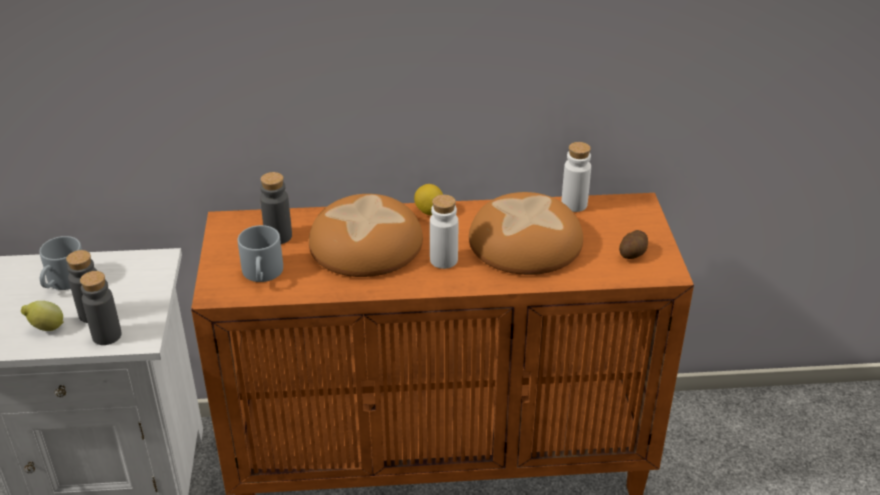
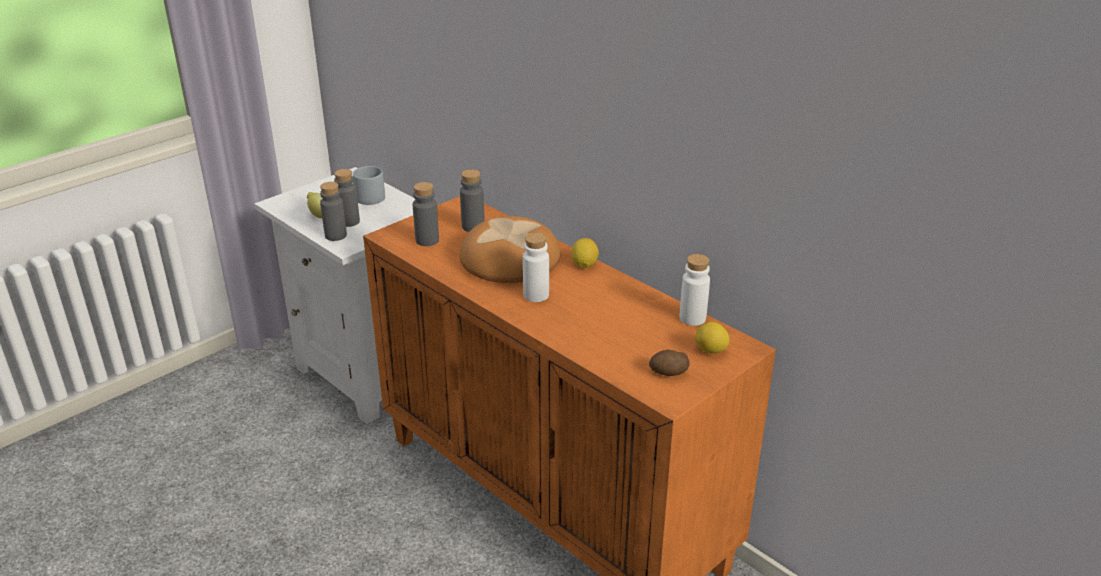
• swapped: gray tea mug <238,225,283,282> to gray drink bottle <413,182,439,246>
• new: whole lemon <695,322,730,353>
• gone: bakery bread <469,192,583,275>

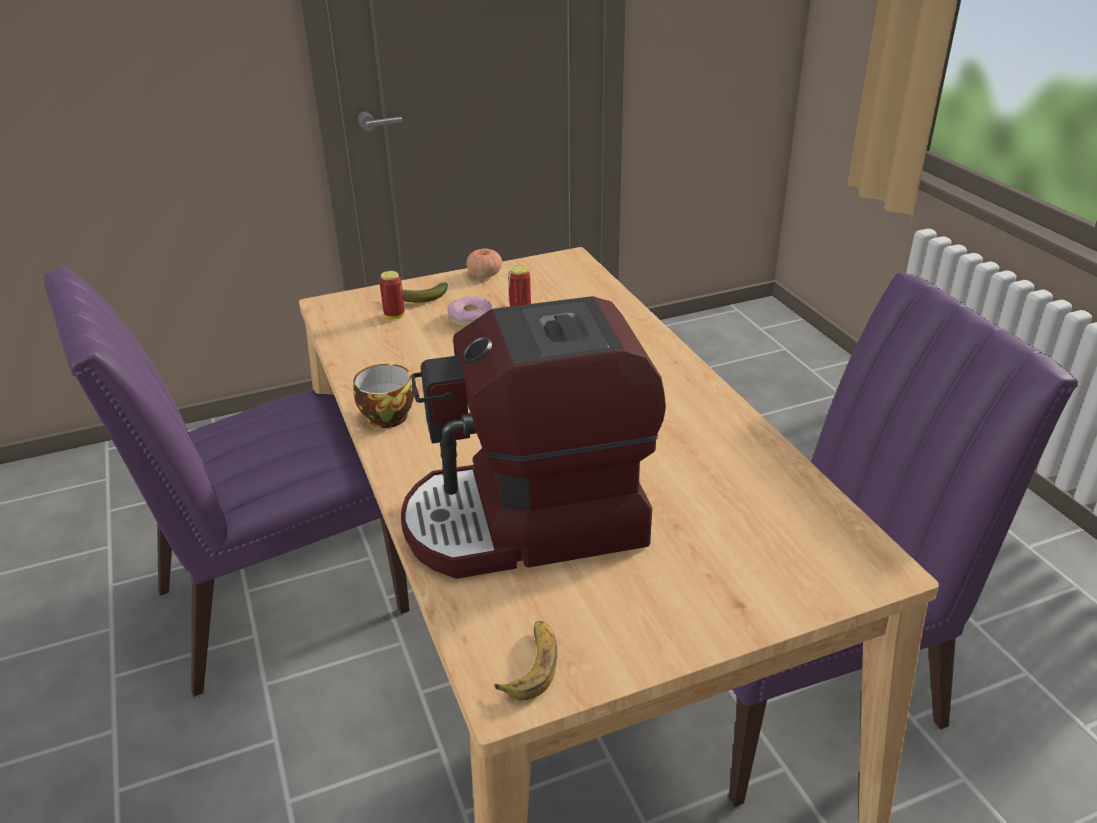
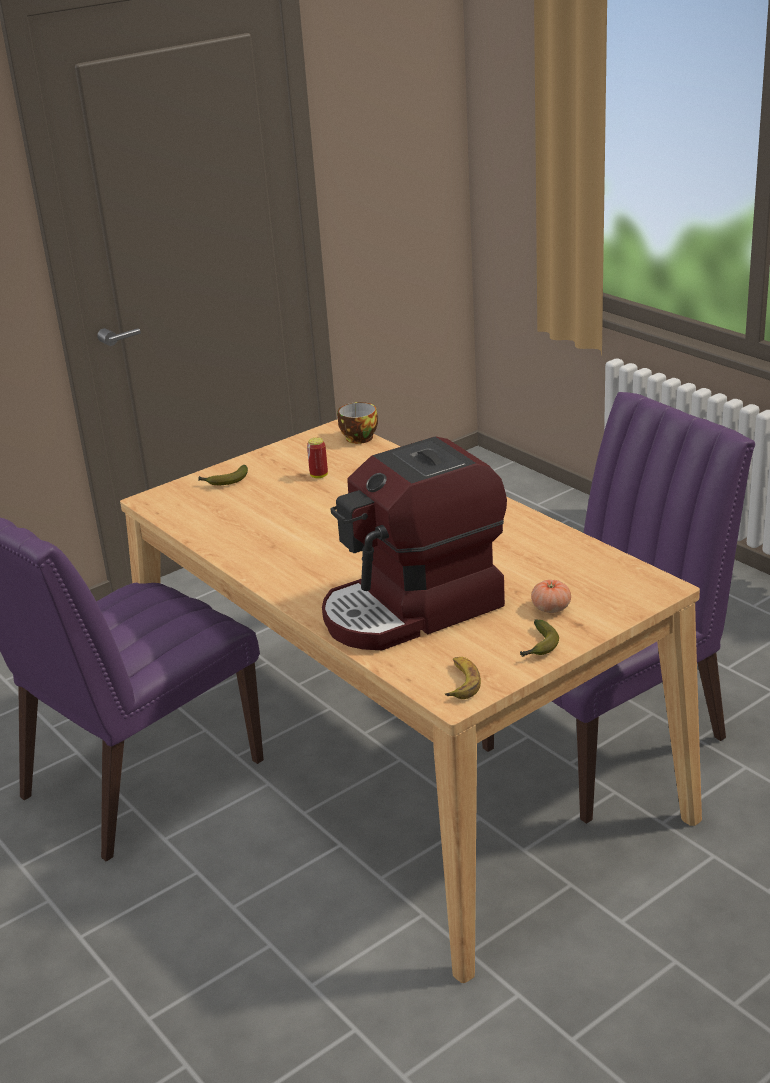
• shifted: drinking cup <353,364,414,428> to <337,402,378,444>
• new: banana <520,619,559,657>
• shifted: tomato <466,249,502,278> to <531,580,571,613>
• gone: sealed can <379,271,405,319>
• gone: donut <447,296,493,327>

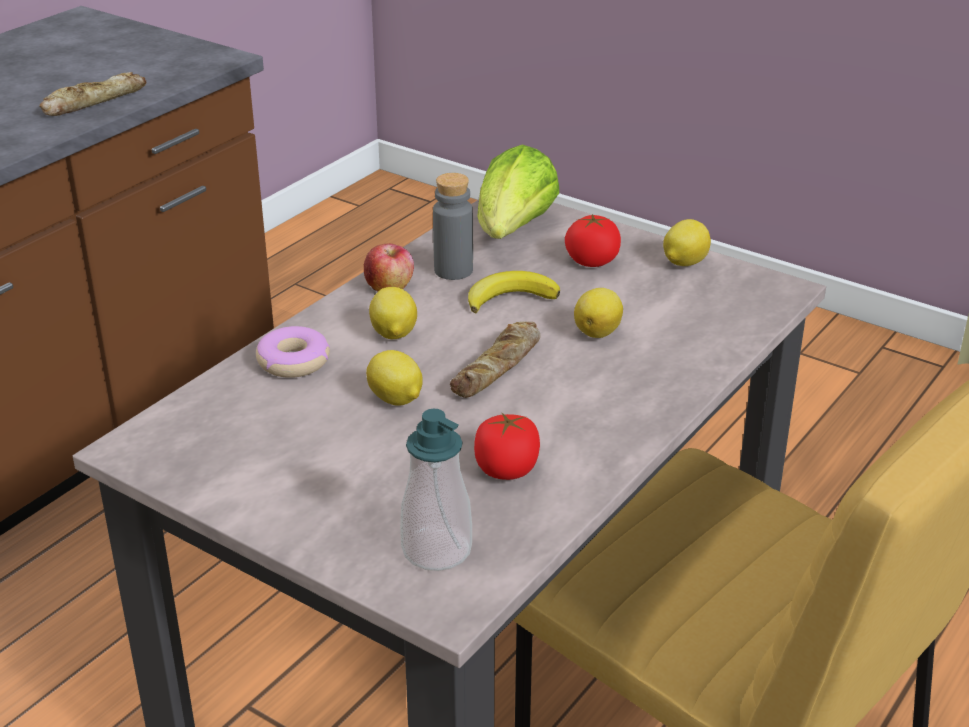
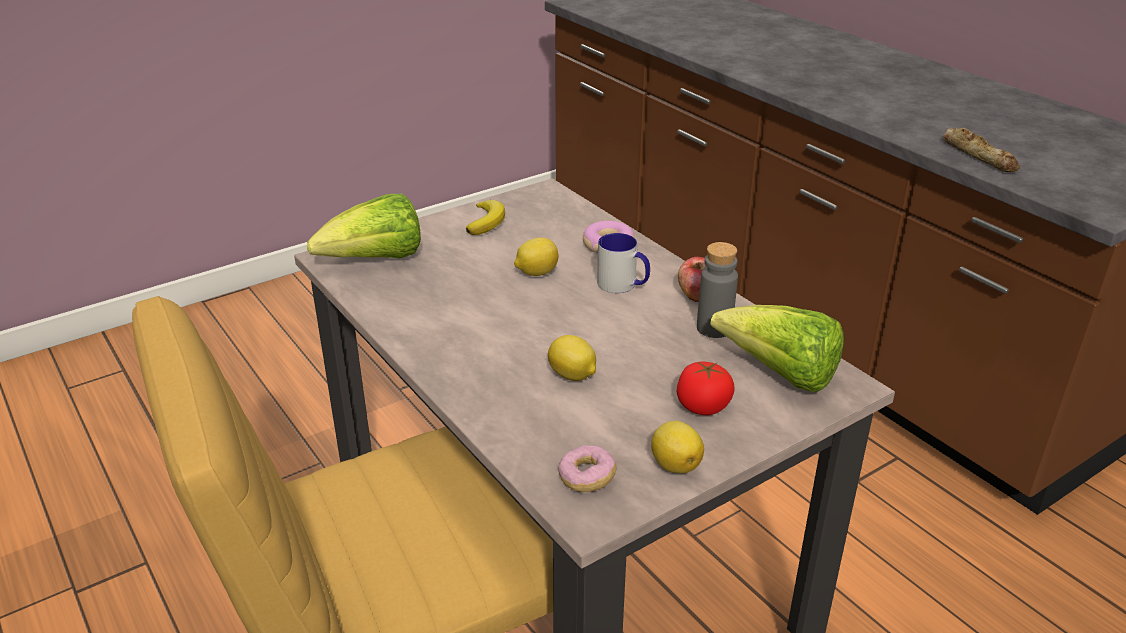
• swapped: soap dispenser <400,409,472,571> to head of lettuce <307,194,421,258>
• shifted: banana <468,271,560,314> to <466,200,505,235>
• new: donut <558,445,617,492>
• swapped: whole lemon <369,287,417,339> to tea mug <597,233,650,293>
• gone: bakery bread <450,321,540,398>
• gone: tomato <474,412,540,480>

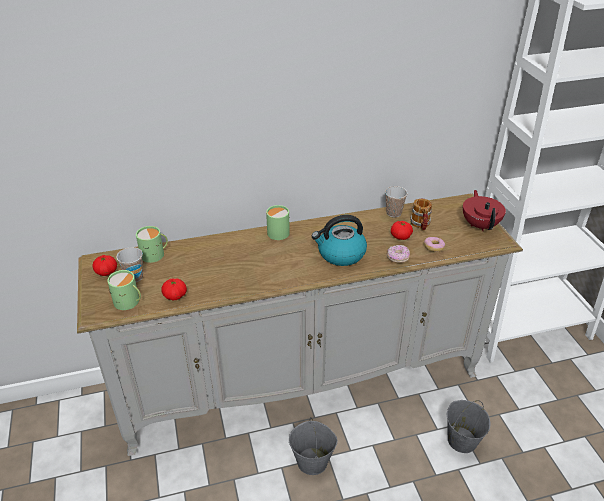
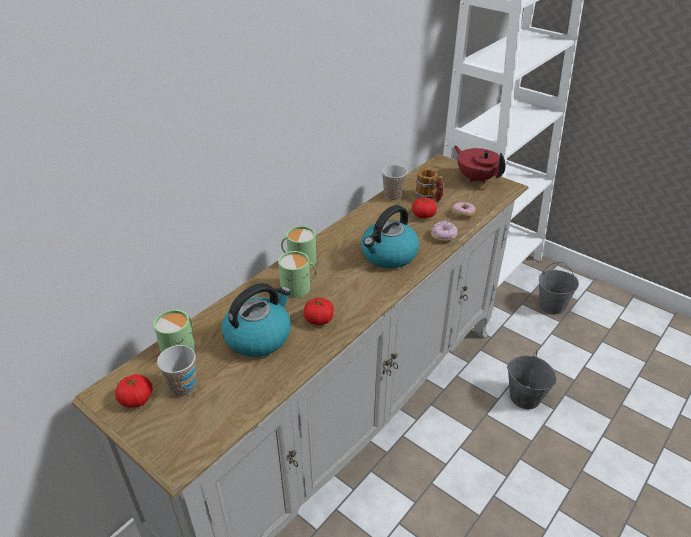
• new: water kettle <222,283,291,357>
• shifted: green-coloured tea mug <107,270,141,310> to <278,251,317,298>
• shifted: tomato <161,279,187,301> to <304,298,334,325>
• shifted: gray pail <289,417,338,475> to <539,262,579,314>

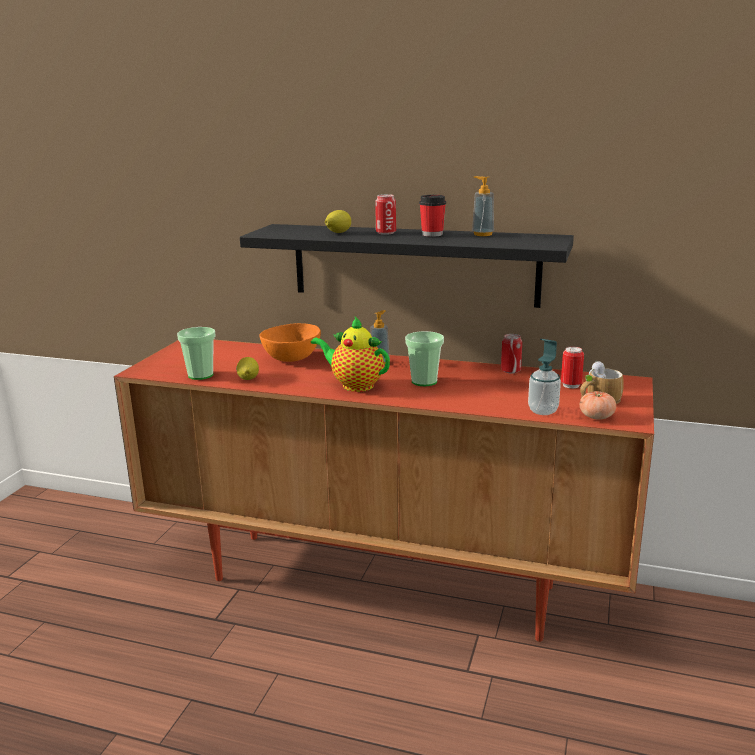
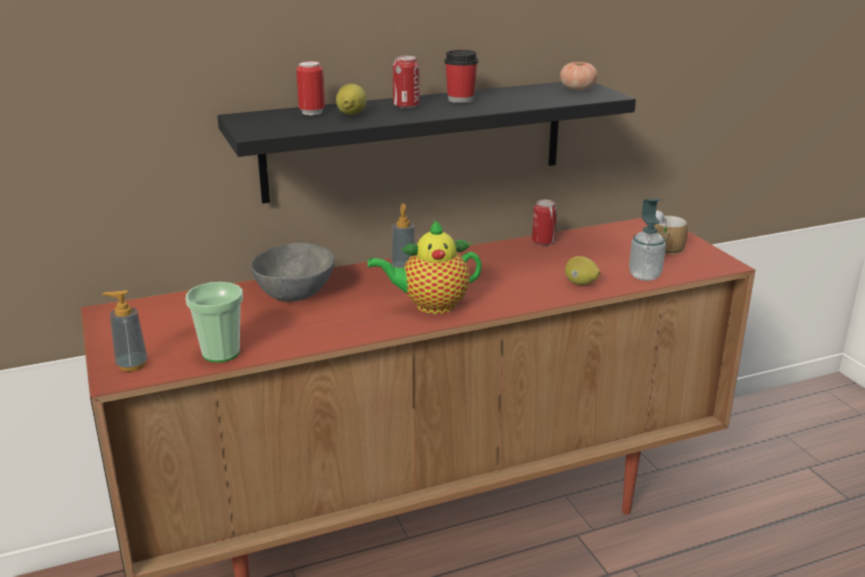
• shifted: soap dispenser <472,176,494,236> to <102,290,148,371>
• repainted: orange-coloured serving bowl <259,323,321,362> to gray serving bowl <251,243,335,302>
• shifted: sealed can <561,347,584,388> to <296,61,325,115>
• shifted: tomato <580,391,616,420> to <560,61,598,90>
• shifted: whole lemon <236,357,259,380> to <565,256,600,285>
• gone: drinking cup <405,331,444,386>

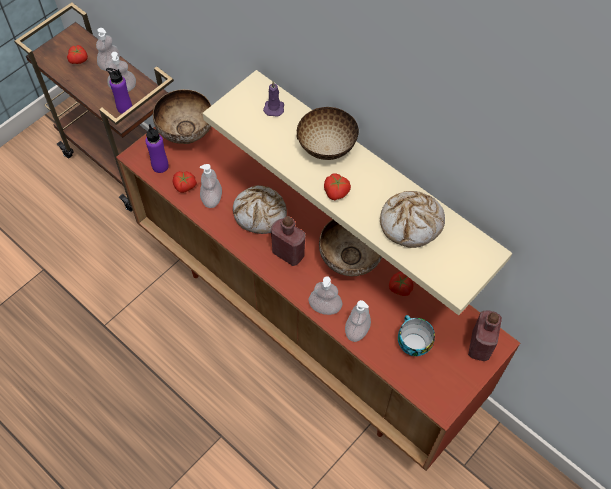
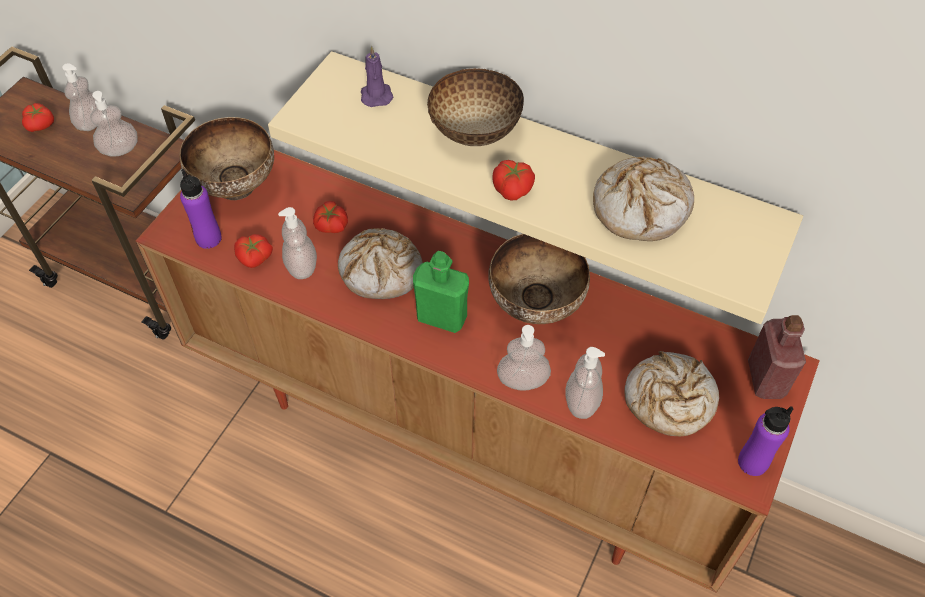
• shifted: tomato <389,271,413,296> to <313,201,348,233>
• repainted: red-coloured drink bottle <271,216,306,266> to green-coloured drink bottle <413,251,469,333>
• swapped: drinking cup <398,315,435,356> to bakery bread <625,351,719,436>
• shifted: purple drink bottle <106,68,132,114> to <738,406,793,476>

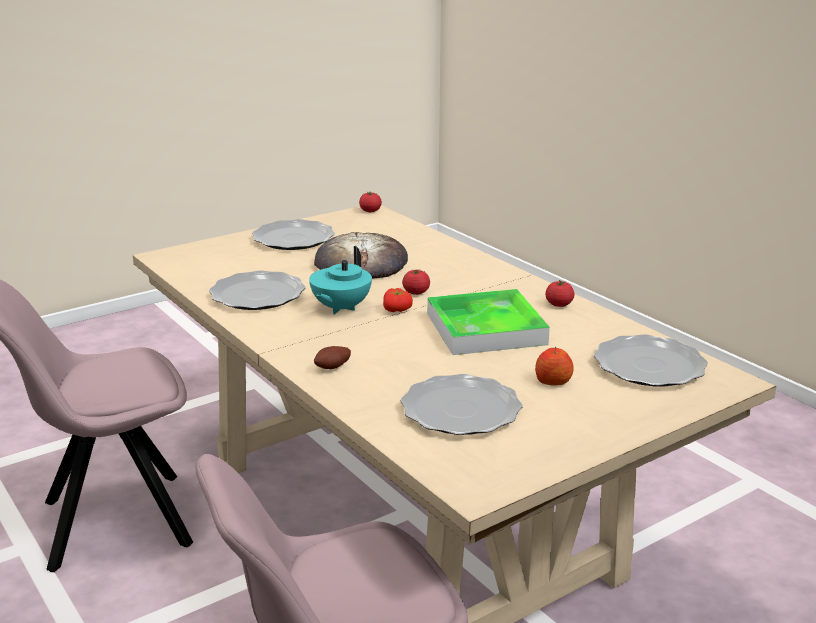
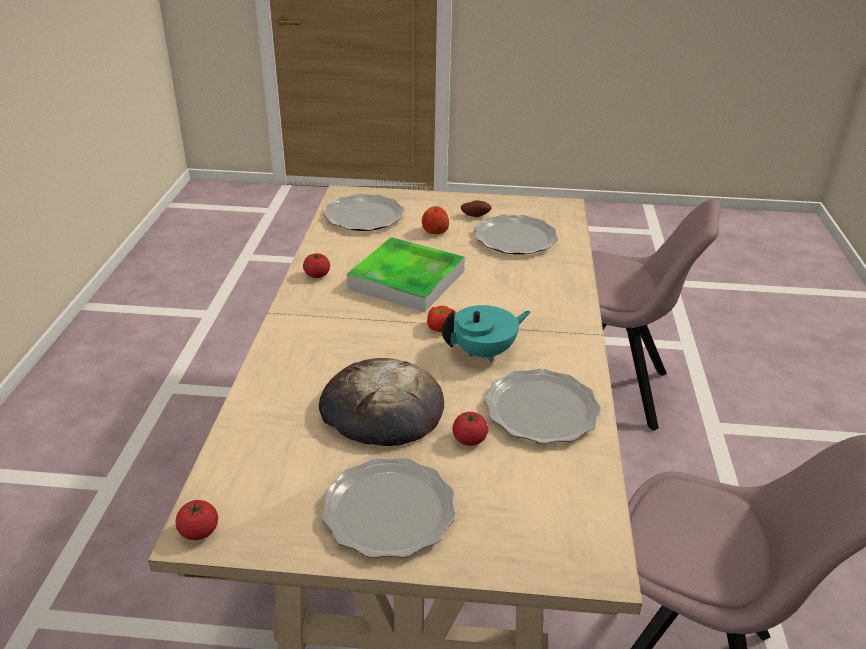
• shifted: tomato <402,269,430,295> to <452,412,488,446>
• shifted: potato <314,346,351,369> to <461,200,492,217>

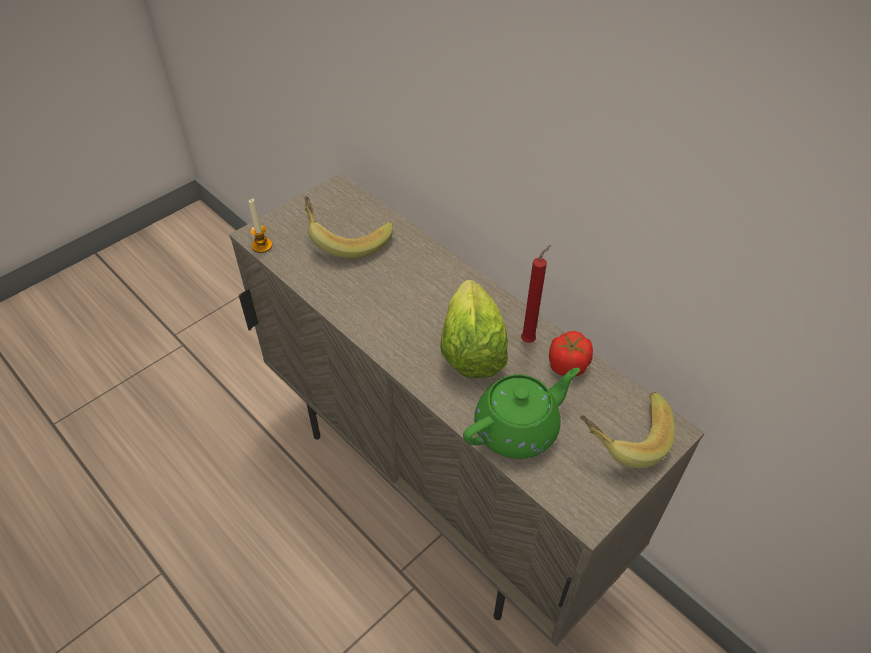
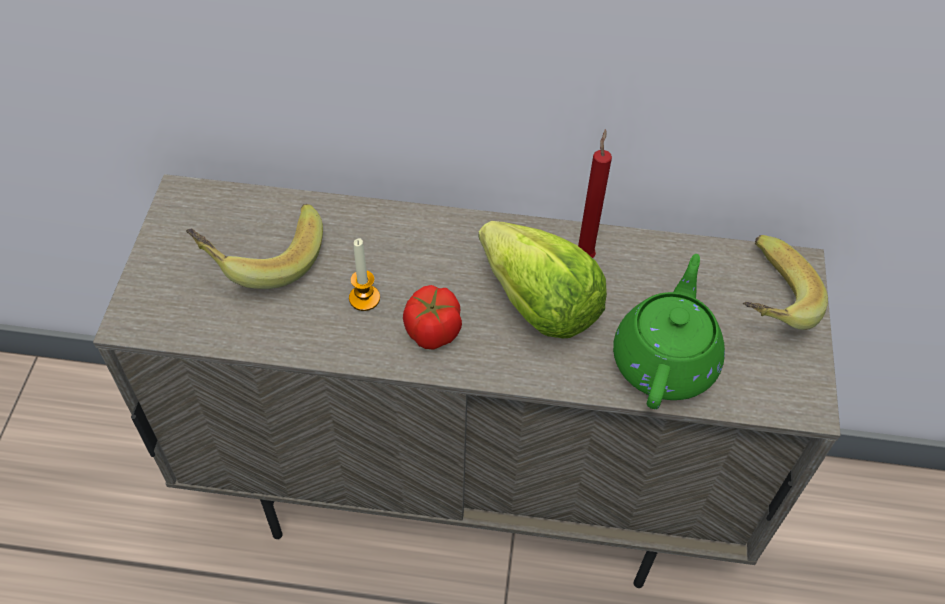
• shifted: wax candle <249,199,272,253> to <349,239,380,311>
• shifted: tomato <549,331,593,376> to <403,285,462,350>

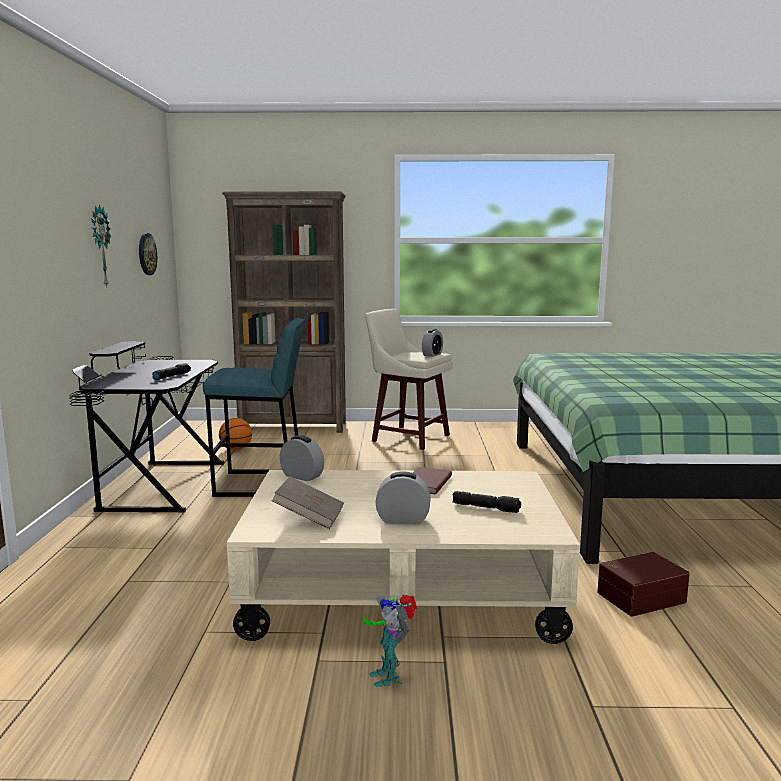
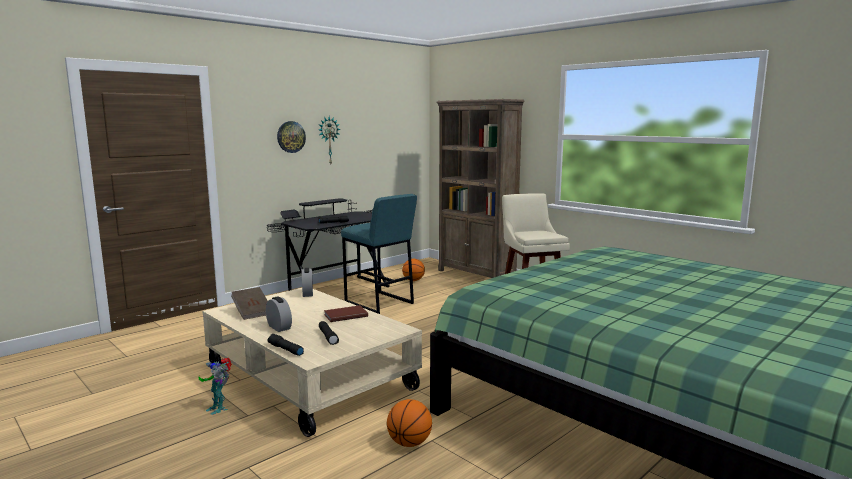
• rotated: robot figure <363,595,417,687> = <199,358,232,415> 75 degrees counterclockwise
• new: black-coloured torch <268,334,304,356>
• shifted: hanging clock <139,233,157,275> to <277,121,306,153>
• swapped: brown storage box <597,552,690,617> to basketball ball <387,399,432,447>
• gone: alarm clock <422,329,443,357>

